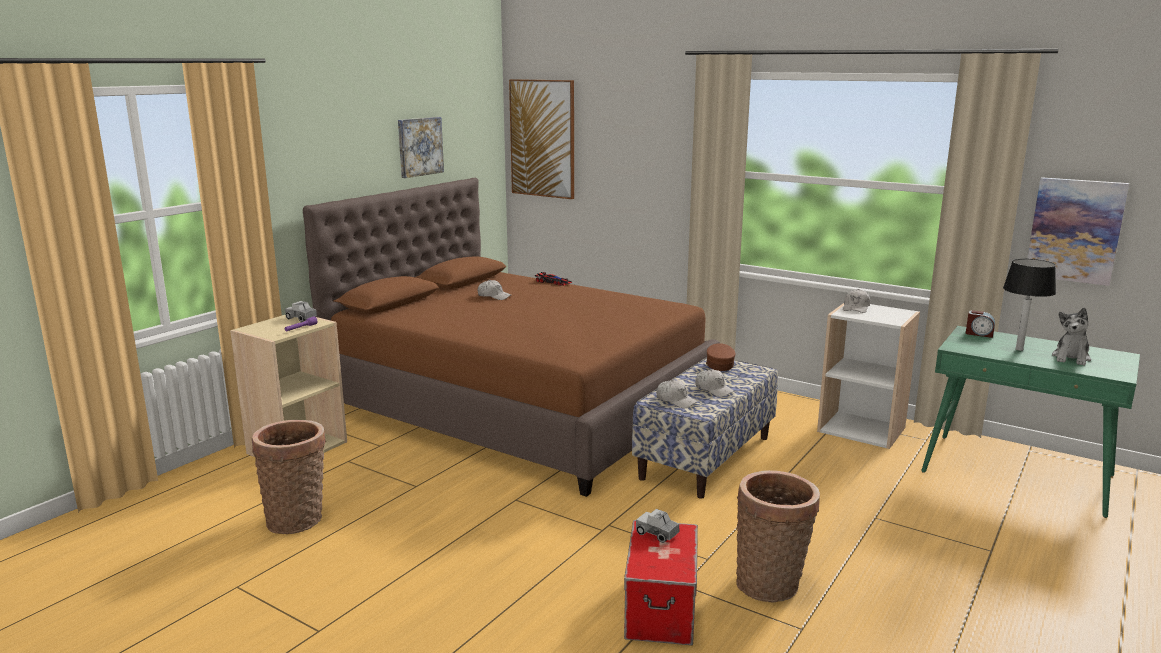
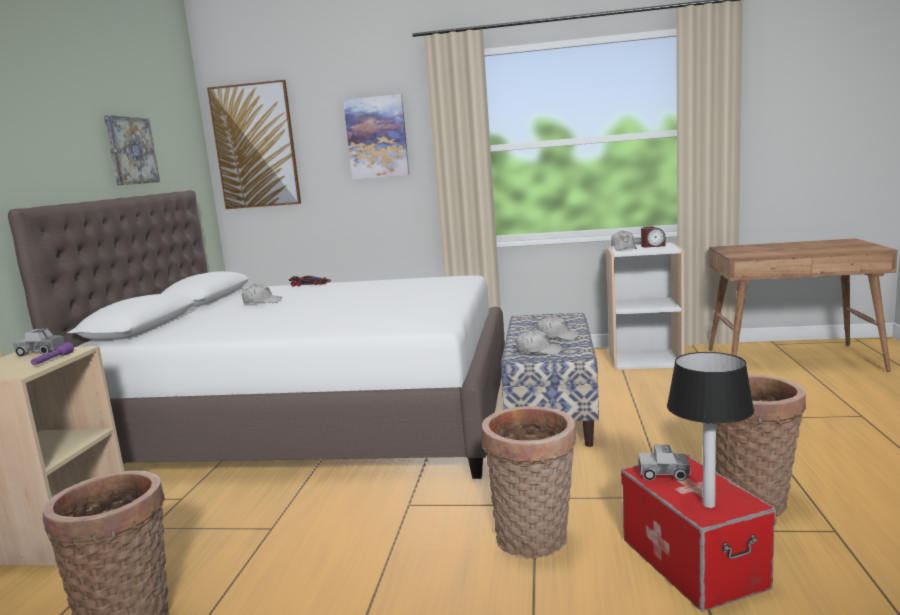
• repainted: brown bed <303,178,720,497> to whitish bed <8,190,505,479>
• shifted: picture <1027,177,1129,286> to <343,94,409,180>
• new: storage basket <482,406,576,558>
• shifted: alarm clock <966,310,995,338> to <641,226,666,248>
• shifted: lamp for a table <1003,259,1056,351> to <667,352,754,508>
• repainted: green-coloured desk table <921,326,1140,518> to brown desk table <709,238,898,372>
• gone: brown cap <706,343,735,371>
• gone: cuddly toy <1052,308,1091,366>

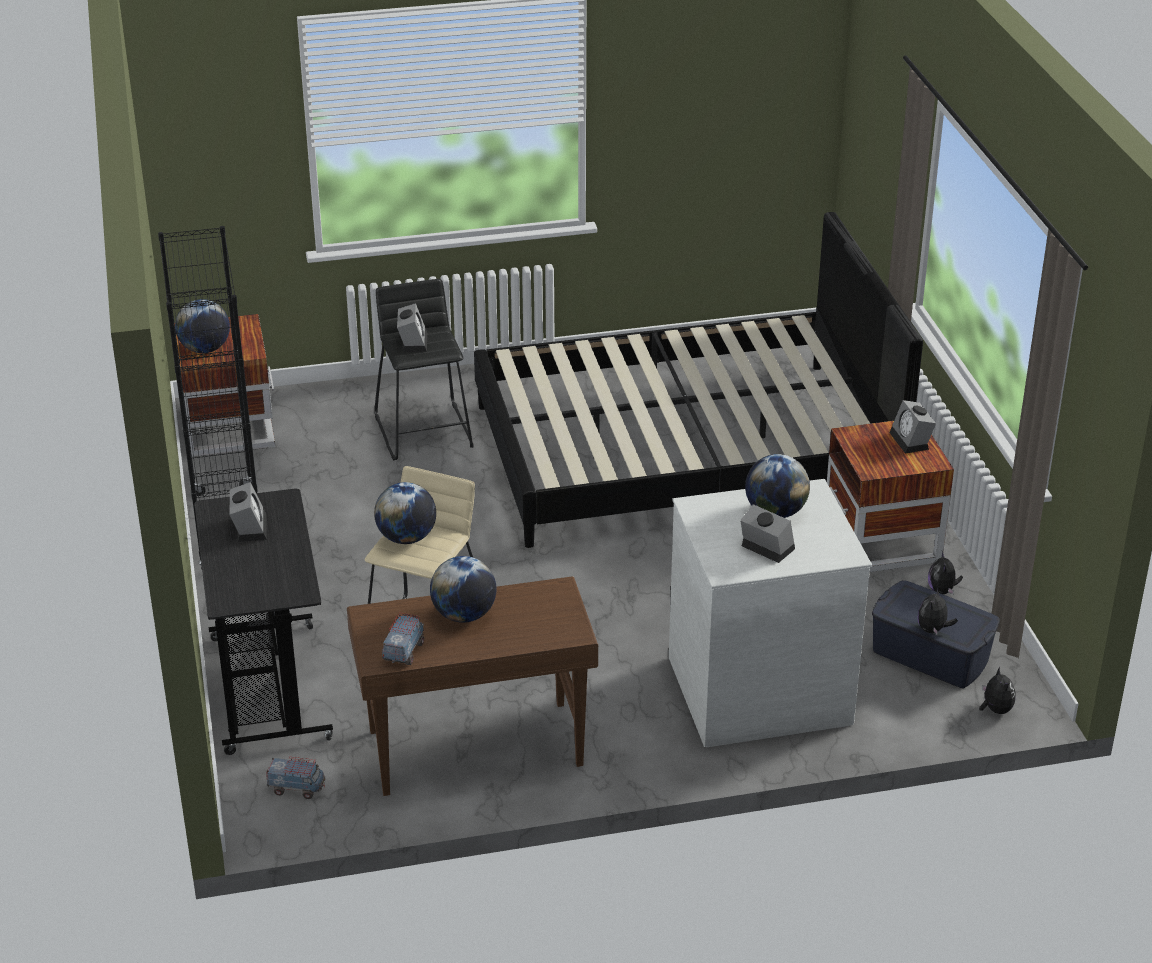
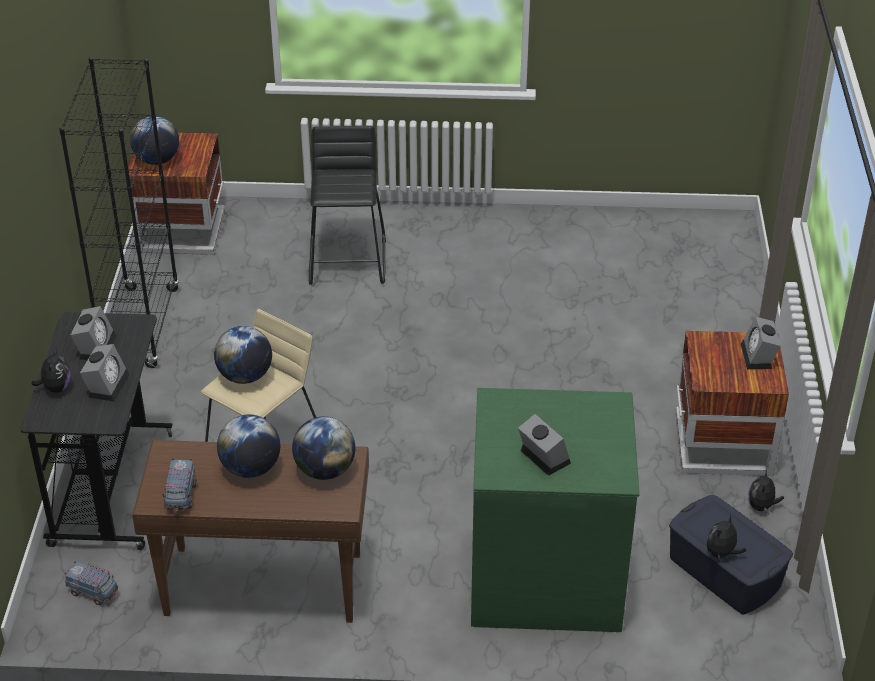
• shifted: cuddly toy <979,667,1015,714> to <32,348,71,393>
• shifted: alarm clock <397,303,427,352> to <80,344,129,401>
• rotated: toy lorry <382,612,424,665> = <162,458,197,512> 150 degrees clockwise
• shifted: globe <745,454,810,518> to <292,416,355,480>
• repainted: whitish dresser <669,479,872,747> to green-coloured dresser <471,388,639,632>
• gone: black-coloured bed <474,212,923,548>

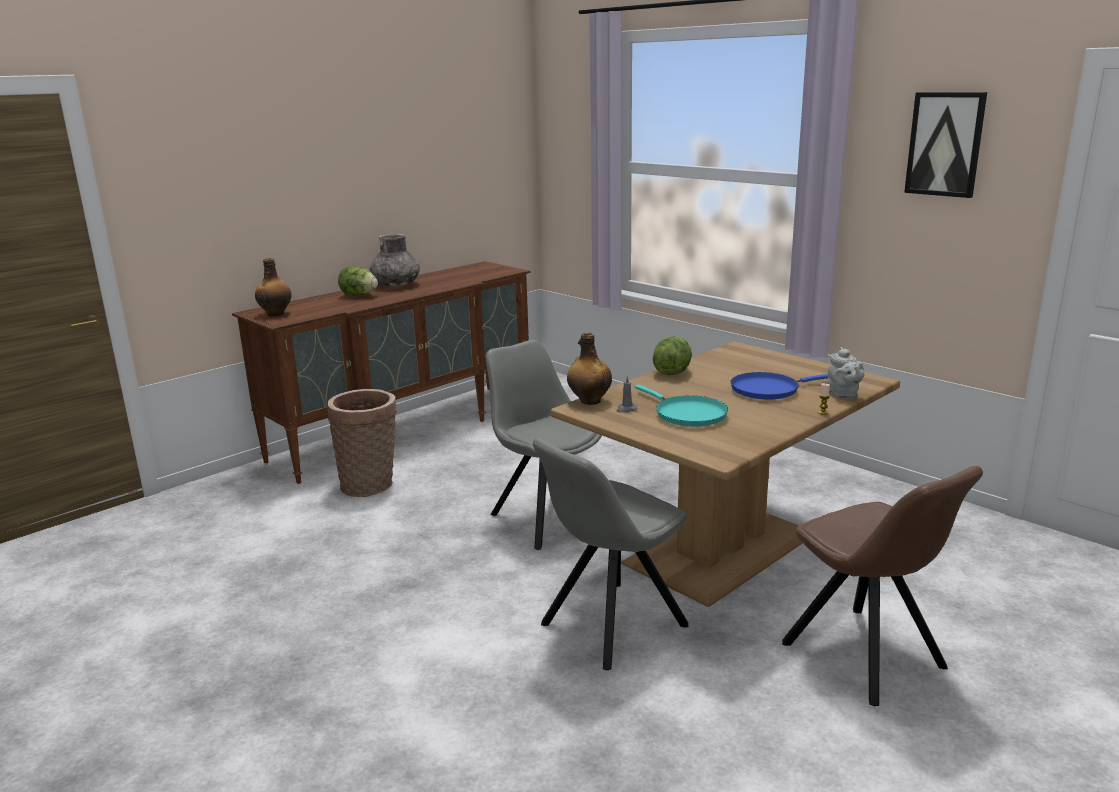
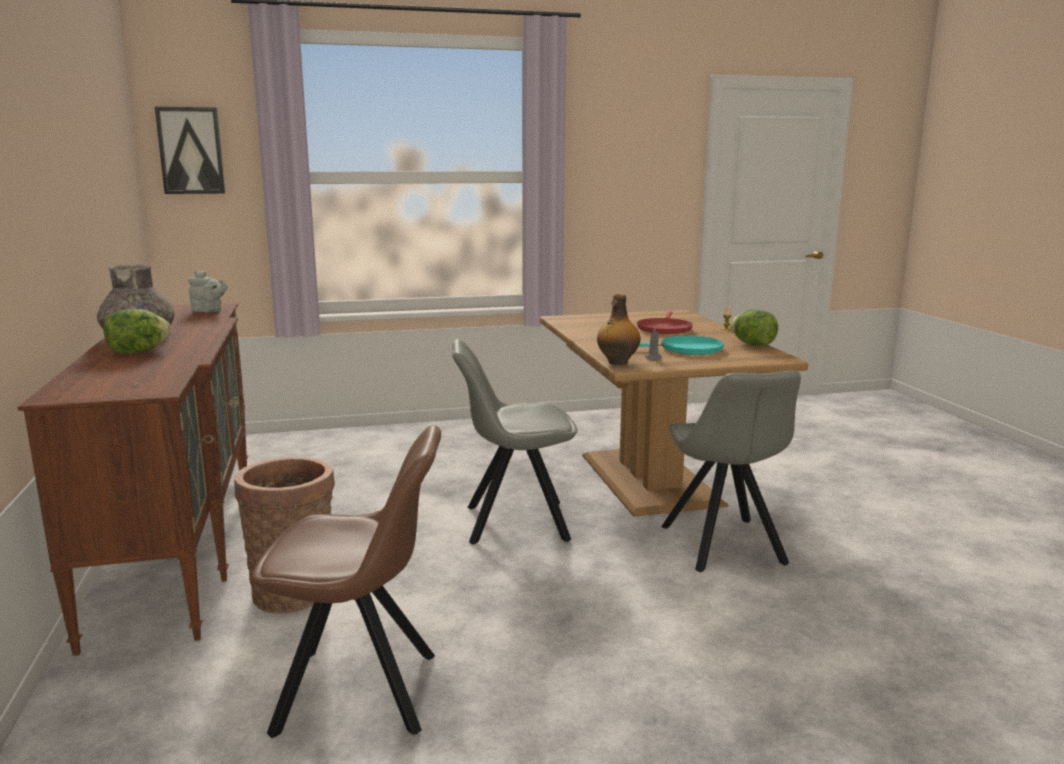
• shifted: picture <904,92,987,198> to <155,107,225,194>
• shifted: gray pot for tea <827,347,864,399> to <188,270,228,312>
• shifted: brown chair <782,466,983,706> to <252,425,441,738>
• repainted: blue pan <731,372,828,400> to red-coloured pan <637,311,693,334>
• shifted: head of lettuce <653,336,692,376> to <730,310,778,346>
• gone: drink bottle <255,258,292,317>

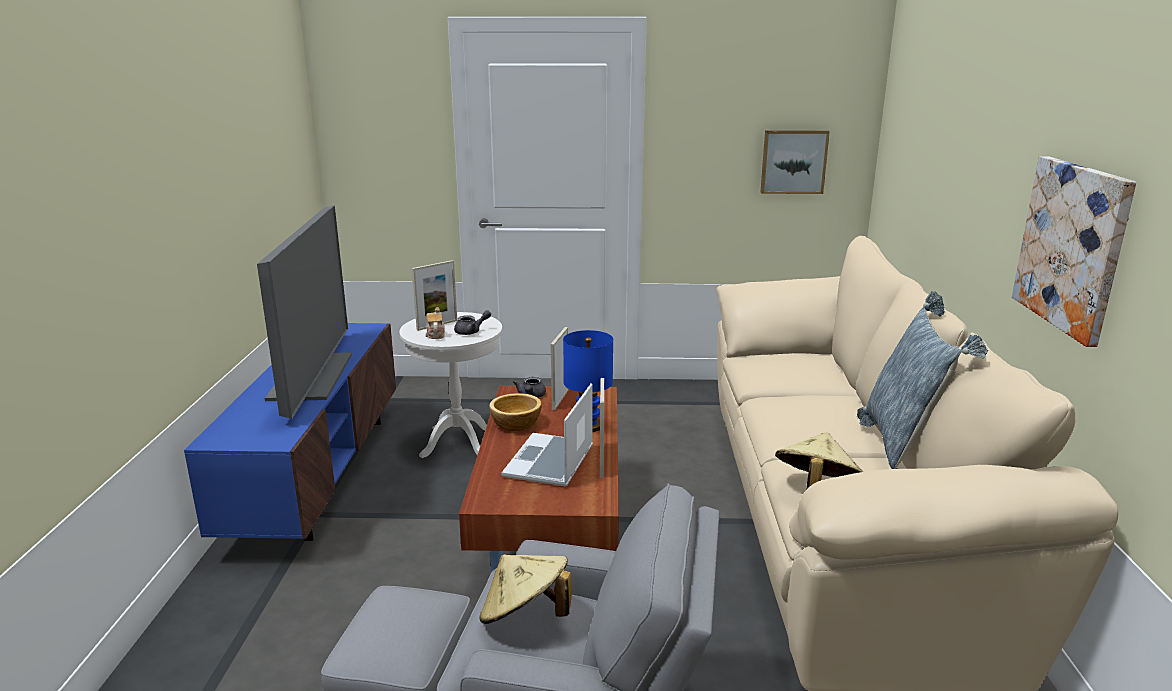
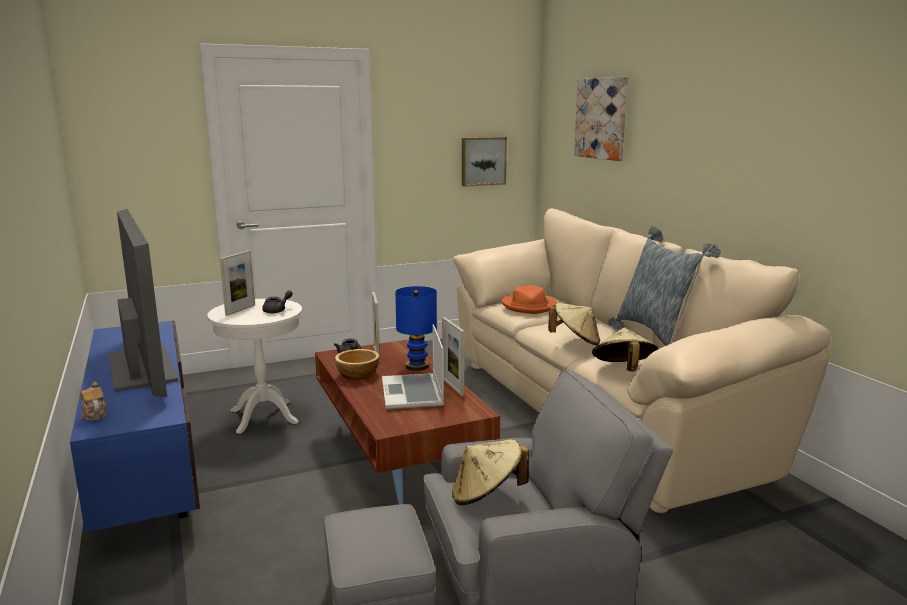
• shifted: pot for tea <425,307,445,339> to <80,382,107,420>
• new: orange-coloured wearable hat <501,285,557,314>
• new: beige wearable hat <548,303,600,345>
• shifted: picture <1012,156,1136,347> to <574,77,628,161>

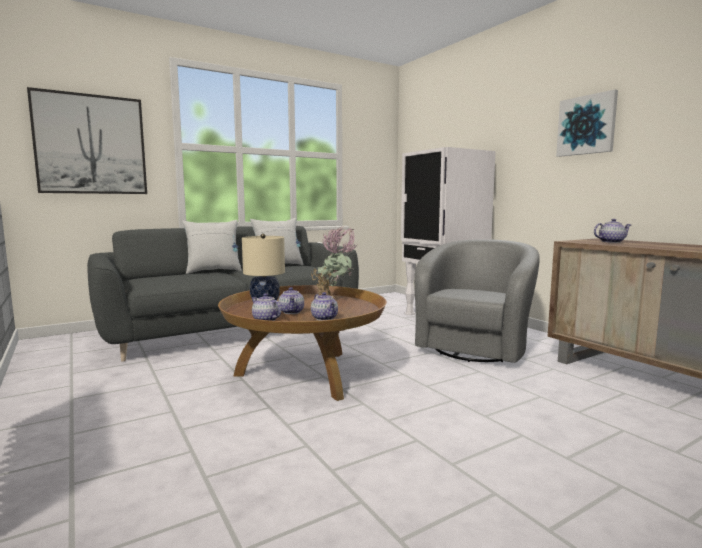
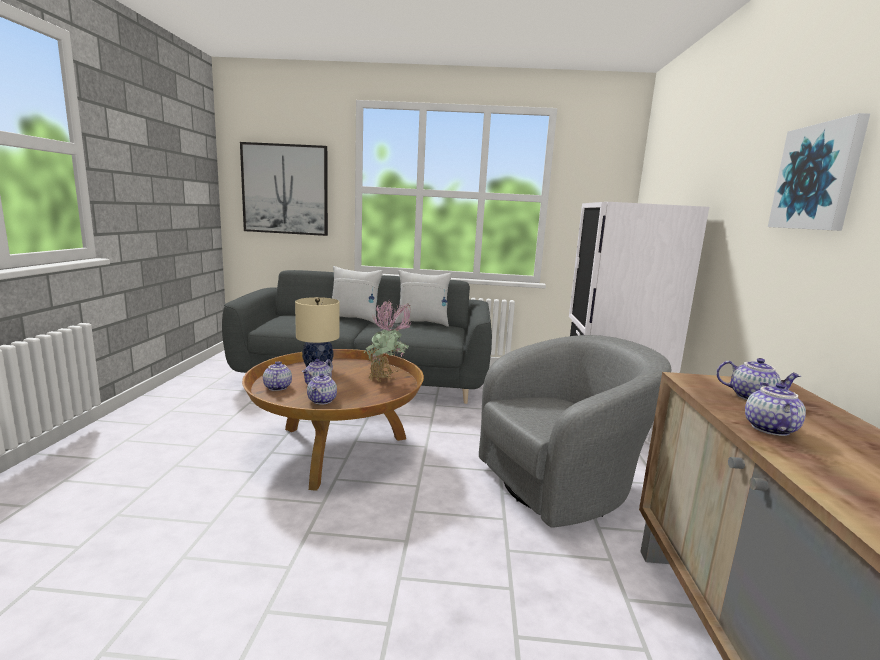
• new: pot for tea <745,382,806,436>

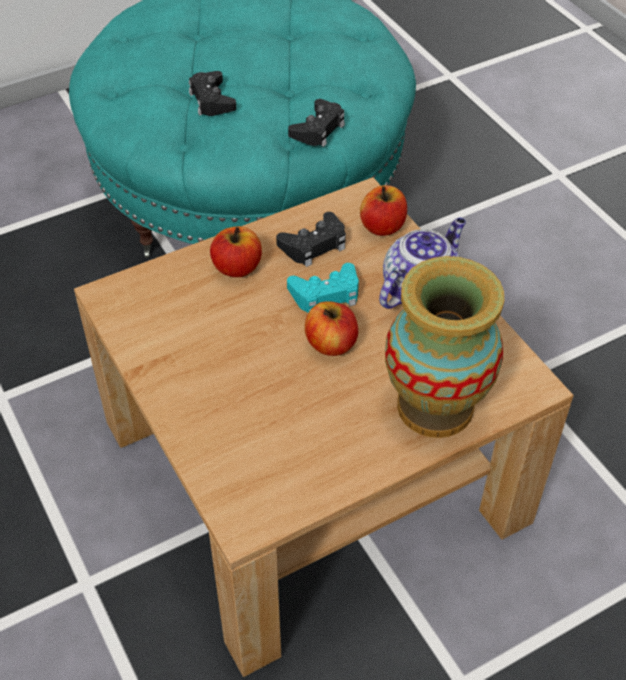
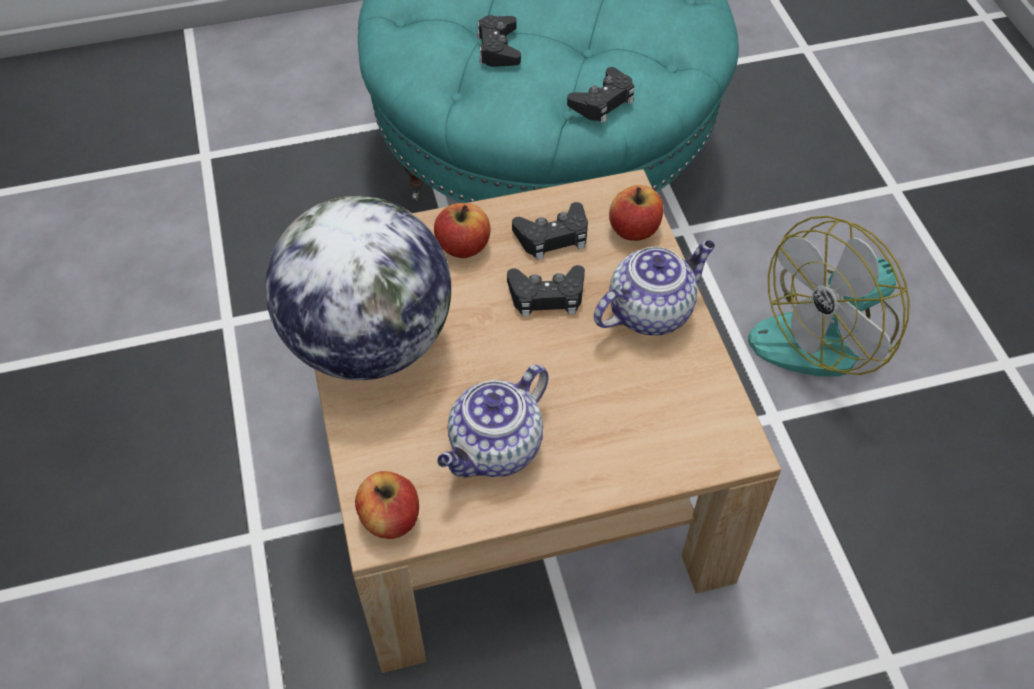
• new: globe <265,196,451,380>
• shifted: apple fruit <305,301,358,356> to <355,471,419,539>
• new: pot for tea <437,365,549,478>
• repainted: blue-green joypad <287,263,359,313> to black-coloured joypad <507,265,585,317>
• new: cooling fan <748,216,910,376>
• gone: vase <385,256,504,438>

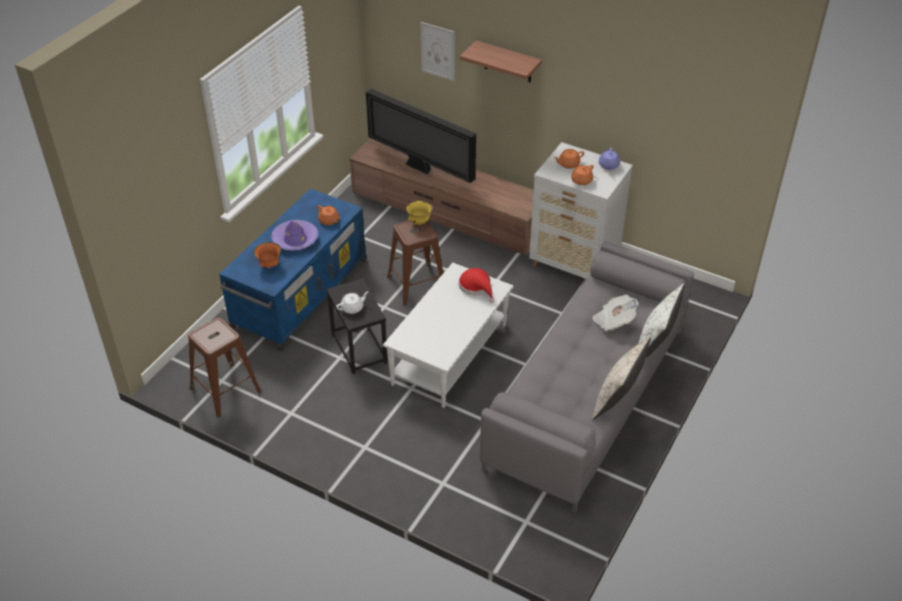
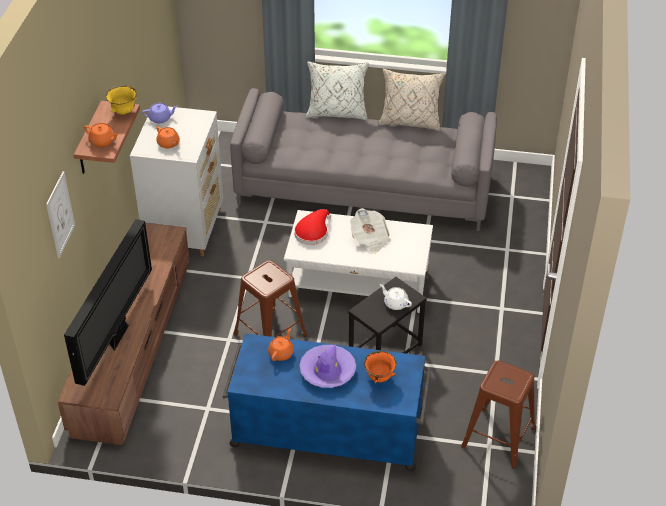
• shifted: orange-coloured pot for tea <571,165,594,185> to <84,123,120,147>
• shifted: yellowish serving bowl <406,201,433,225> to <106,85,137,114>
• shifted: printed paper <592,295,639,332> to <350,208,391,254>

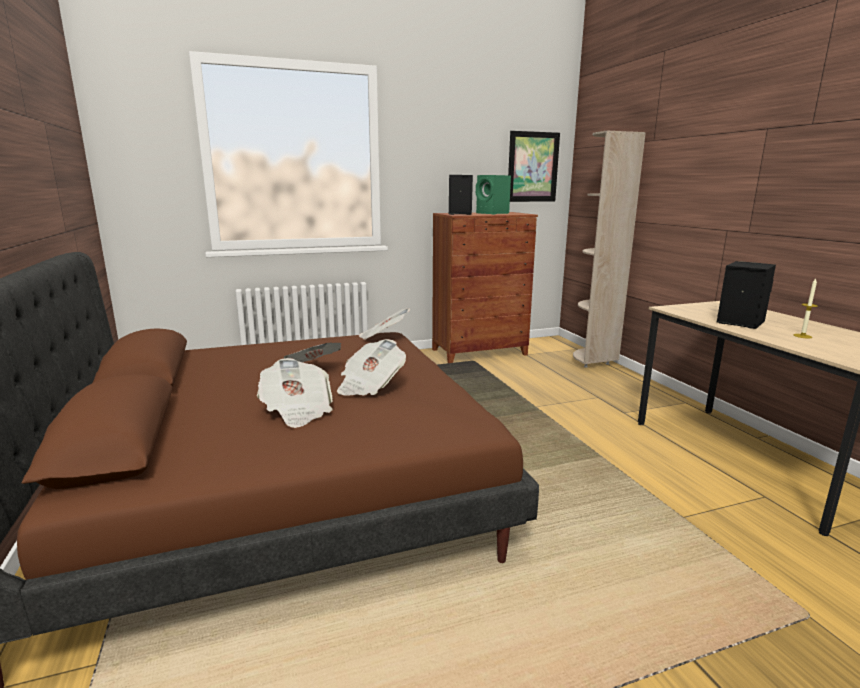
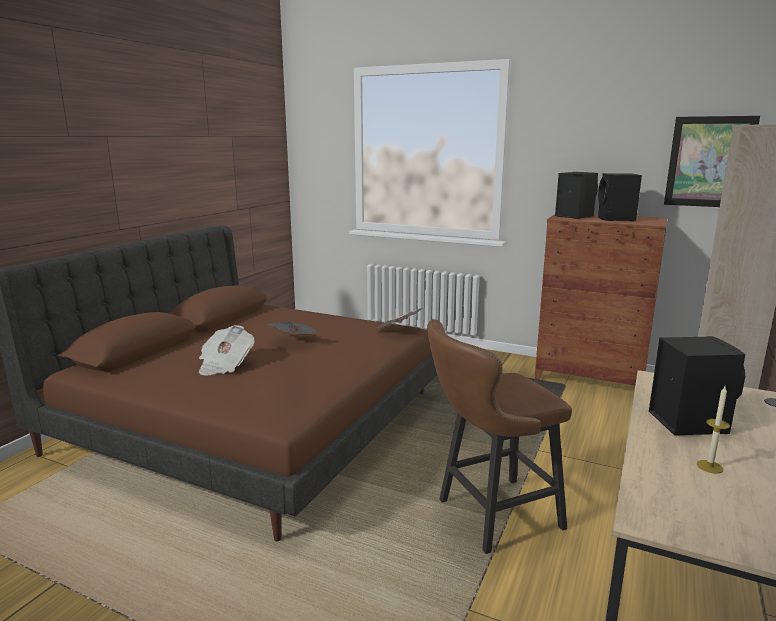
• new: brown stool seat <427,319,572,554>
• repainted: green-coloured audio speaker <476,175,511,214> to black-coloured audio speaker <598,173,642,221>
• gone: printed paper <337,339,406,396>

